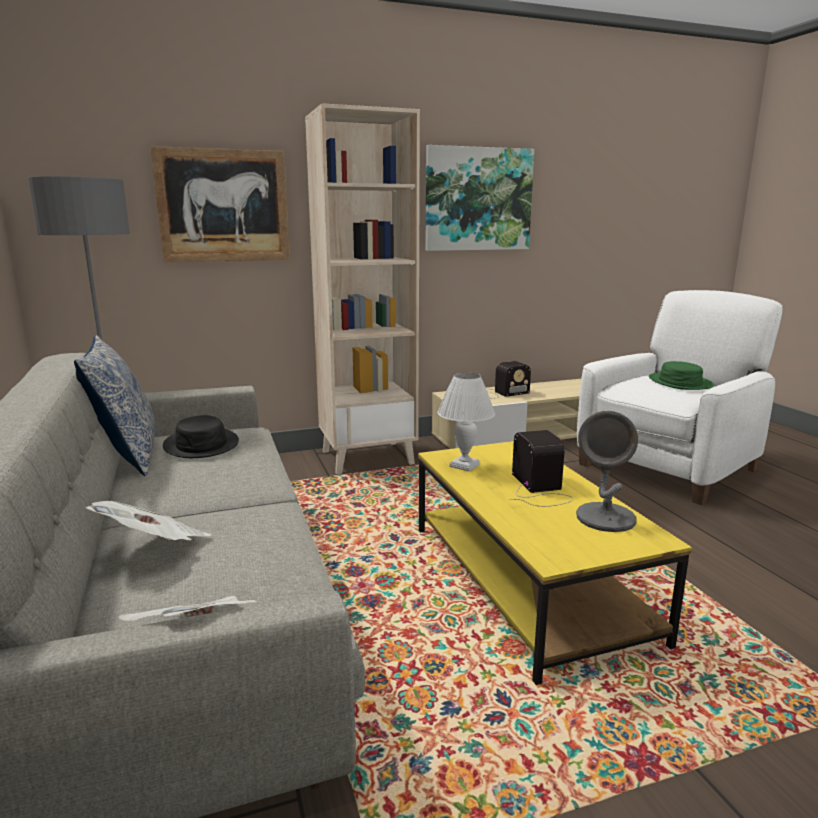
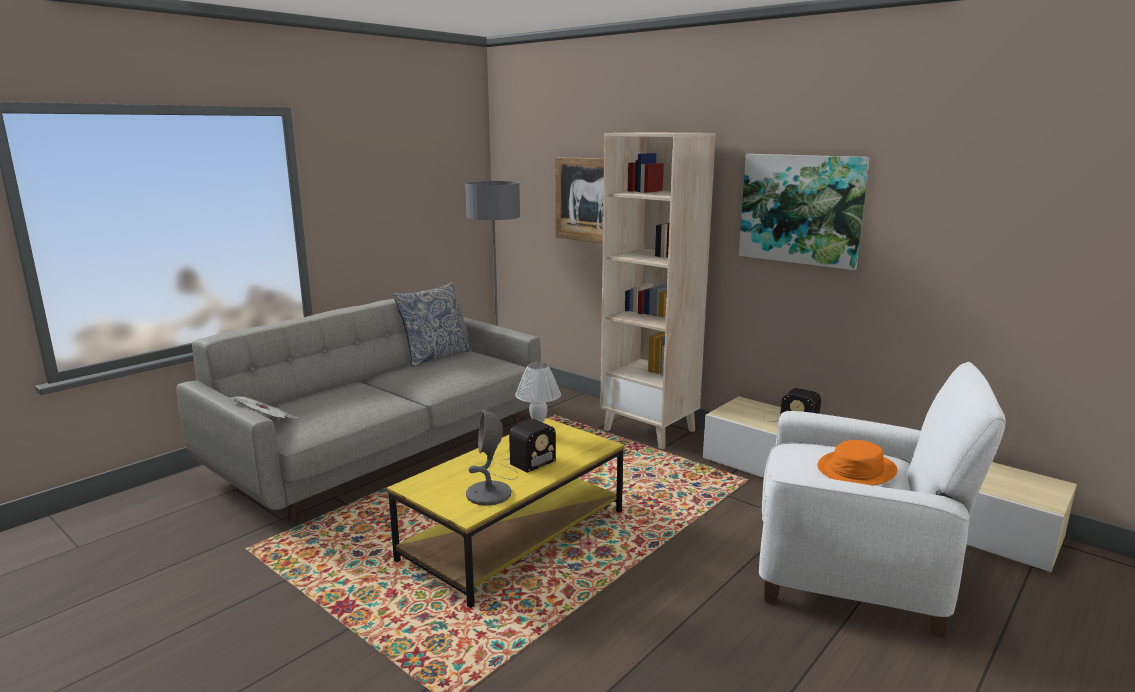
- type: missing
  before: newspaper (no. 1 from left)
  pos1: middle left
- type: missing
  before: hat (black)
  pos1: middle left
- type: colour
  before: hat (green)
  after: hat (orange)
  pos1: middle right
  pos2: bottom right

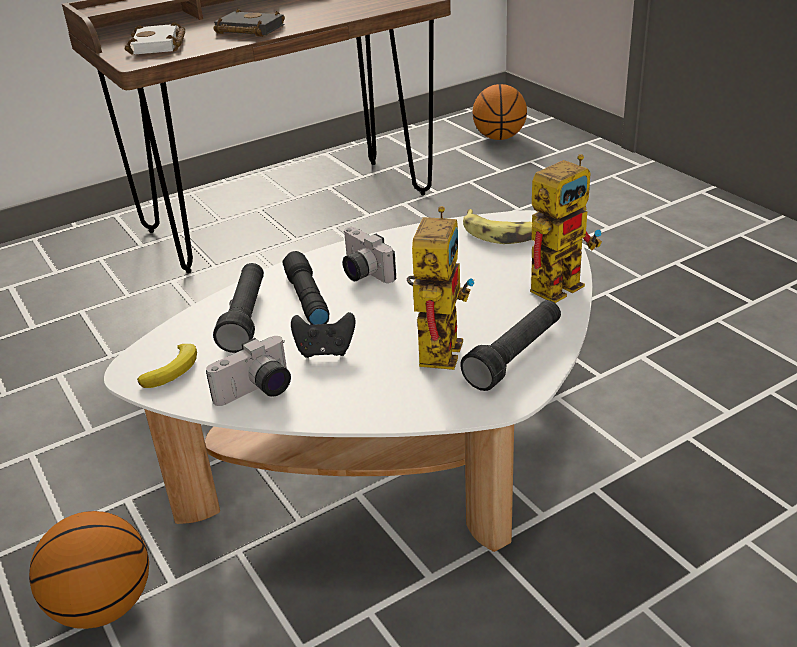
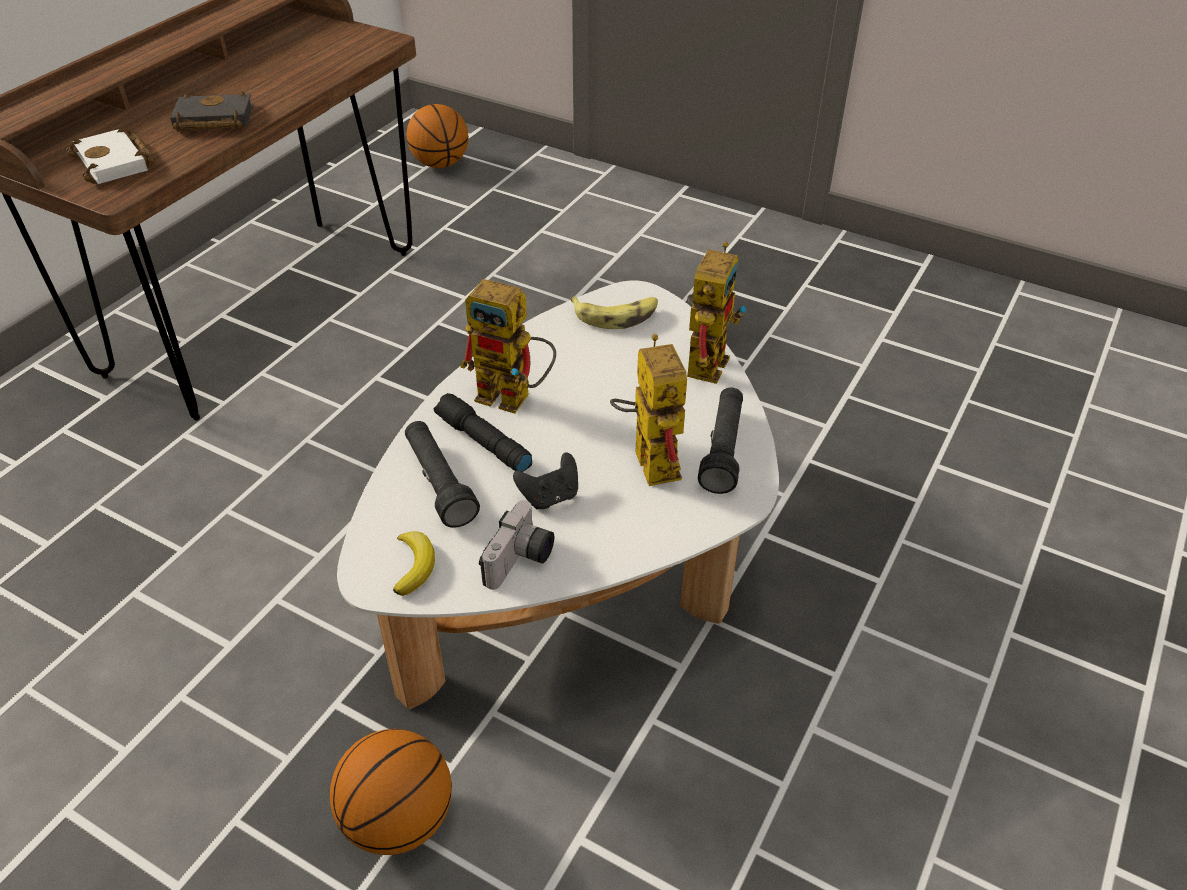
- type: exchanged
  before: photo camera (no. 2 from left)
  after: toy robot (no. 1 from left)
  pos1: centre
  pos2: centre

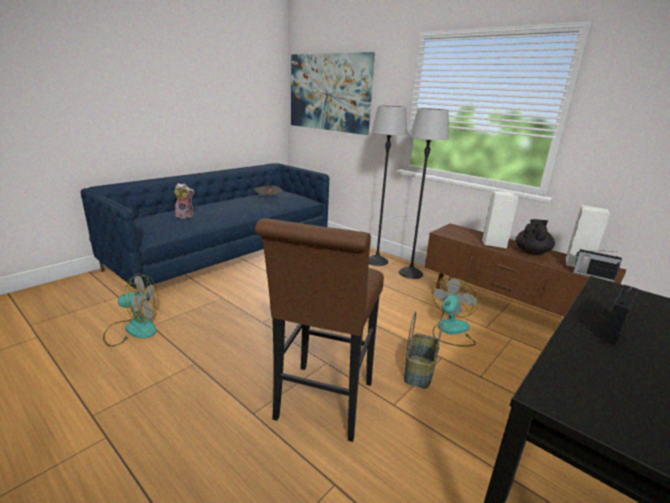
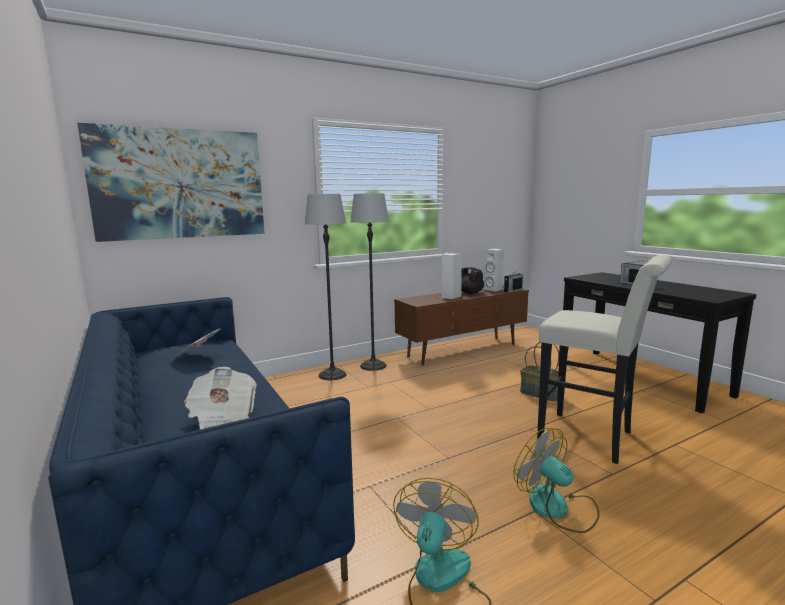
- type: relocated
  before: fan (no. 2 from left)
  pos1: middle right
  pos2: bottom right
- type: exchanged
  before: plush toy
  after: newspaper (no. 2 from left)
  pos1: middle left
  pos2: middle left
- type: colour
  before: stool (brown)
  after: stool (white)
  pos1: centre
  pos2: middle right

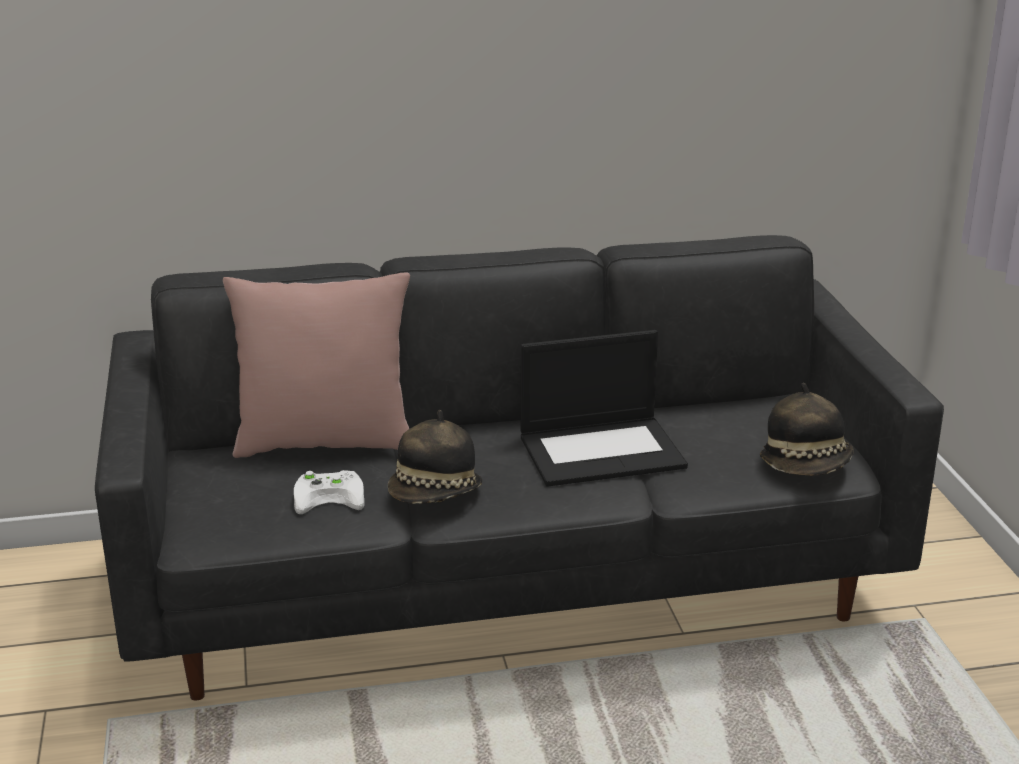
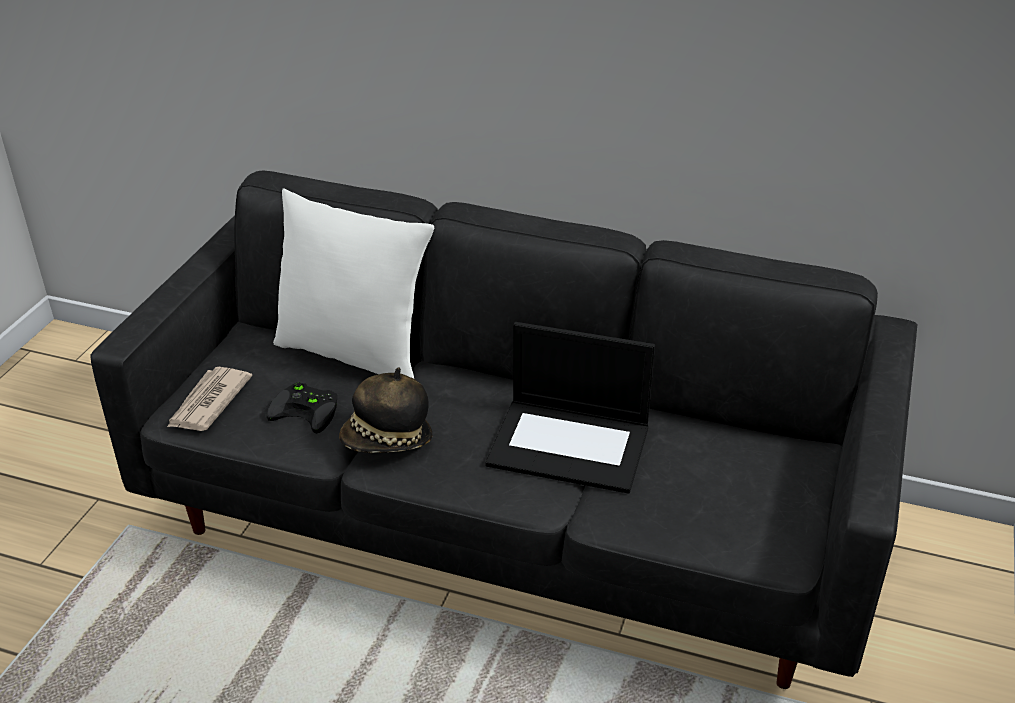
- type: missing
  before: hat (no. 2 from left)
  pos1: middle right
- type: appeared
  after: newspaper
  pos2: middle left
- type: colour
  before: pillow (pink)
  after: pillow (white)
  pos1: middle left
  pos2: centre
- type: colour
  before: game controller (white)
  after: game controller (black)
  pos1: middle left
  pos2: middle left

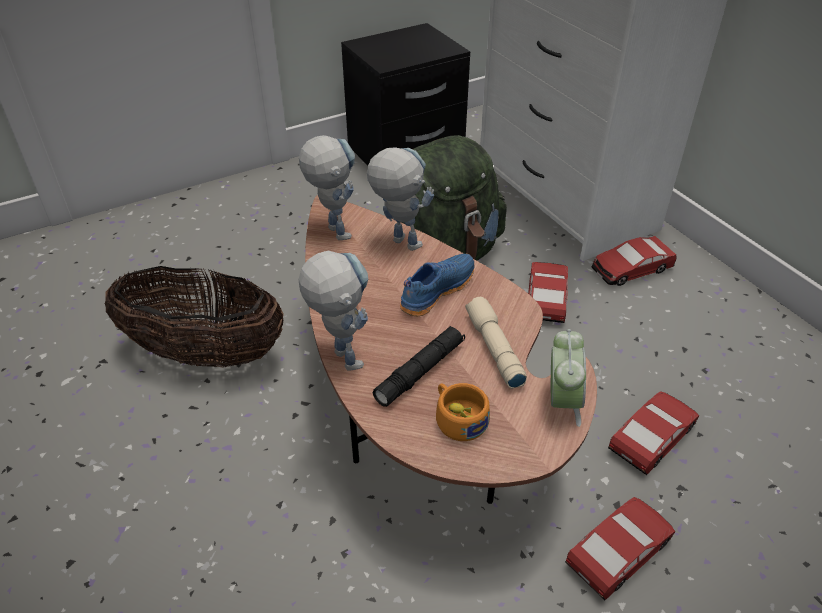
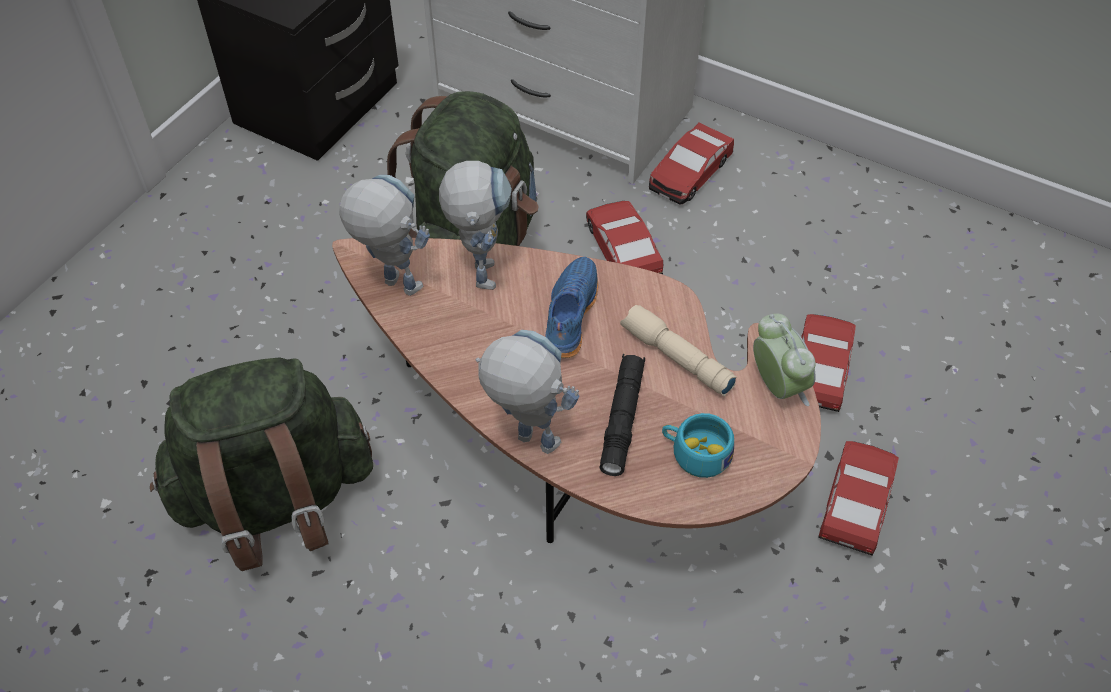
- type: exchanged
  before: basket
  after: backpack (green) (no. 1 from left)
  pos1: middle left
  pos2: bottom left
- type: colour
  before: cup (orange)
  after: cup (turquoise)
  pos1: bottom centre
  pos2: centre
- type: spun
  before: toy robot (no. 3 from left in the first image)
  pos1: top centre
  pos2: top centre
  turn: 75

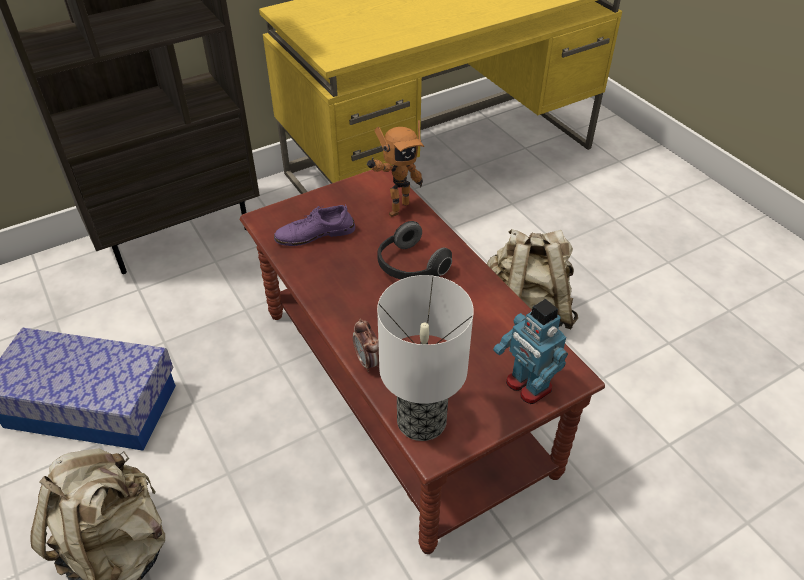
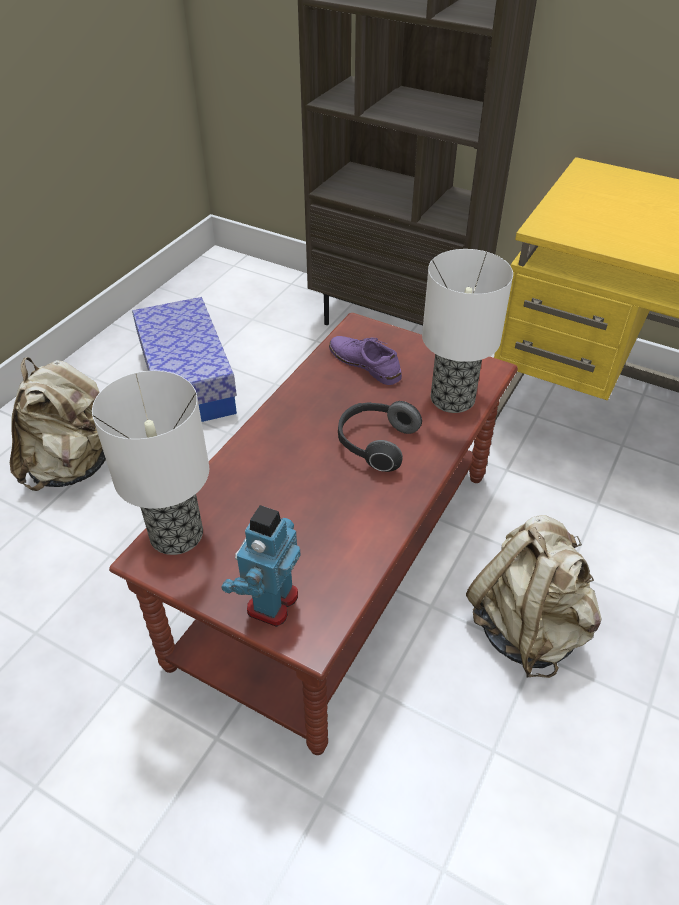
- type: missing
  before: alarm clock
  pos1: centre
- type: exchanged
  before: toy robot (no. 1 from left)
  after: table lamp (no. 2 from left)
  pos1: top centre
  pos2: middle right

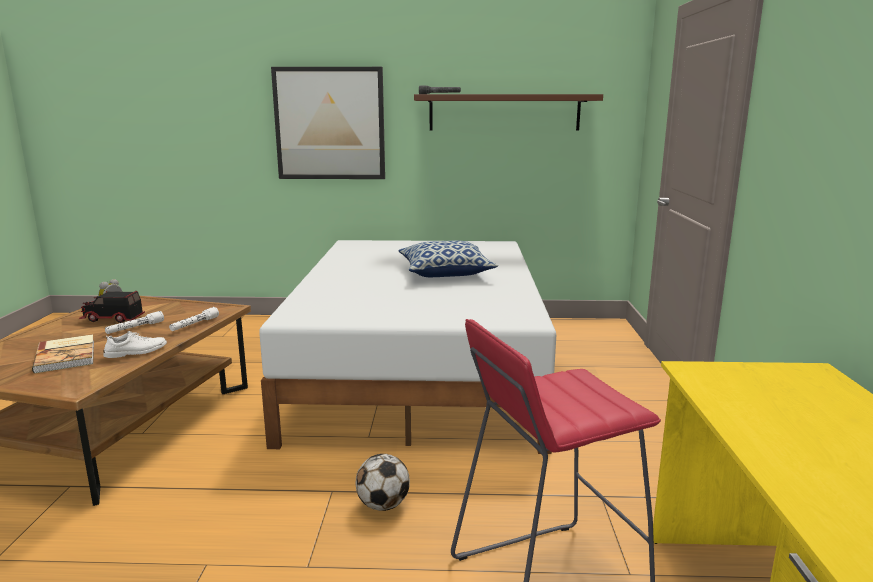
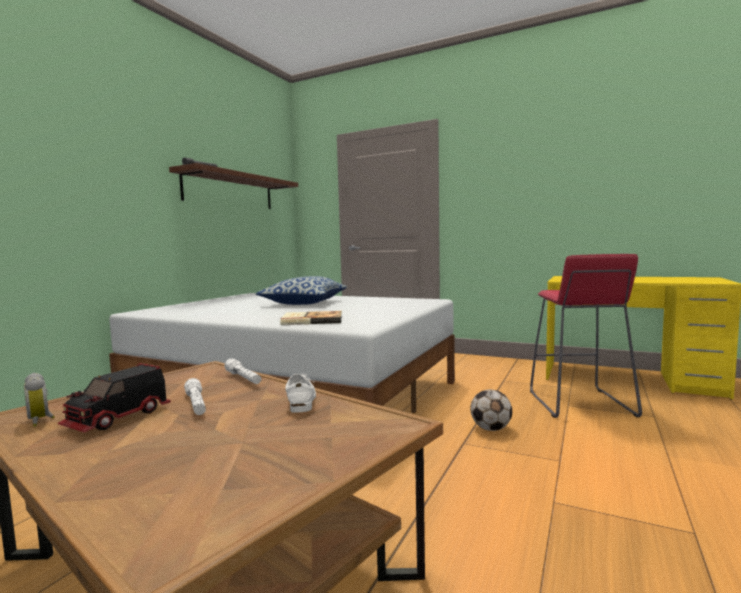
- type: missing
  before: picture
  pos1: top centre
- type: relocated
  before: book
  pos1: middle left
  pos2: centre

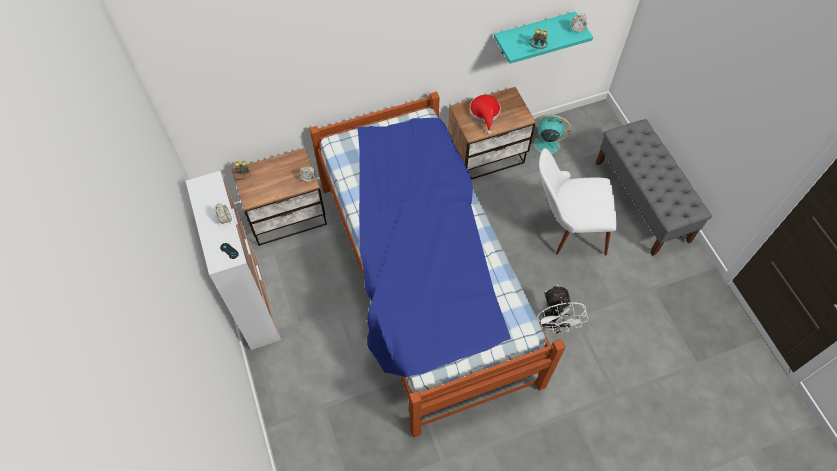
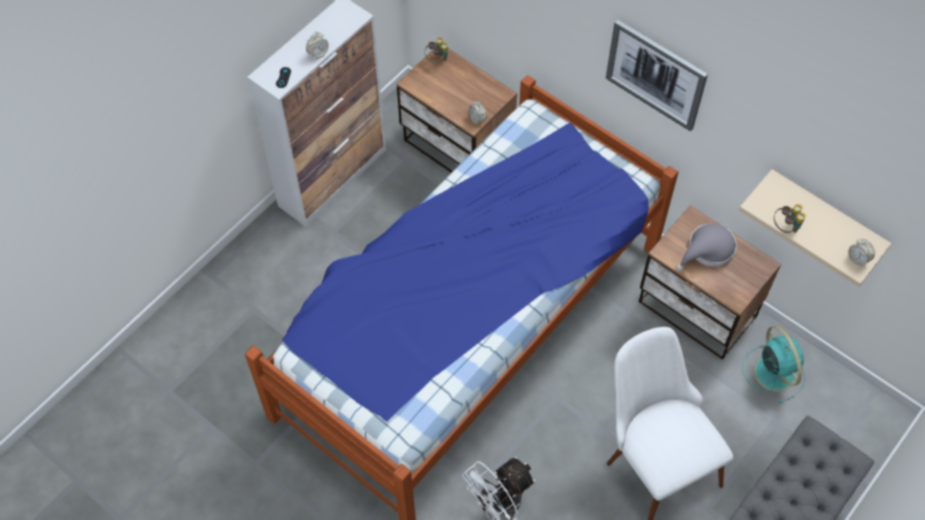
- type: appeared
  after: picture
  pos2: top right
- type: colour
  before: hat (red)
  after: hat (grey)
  pos1: top centre
  pos2: middle right
- type: colour
  before: shelf (turquoise)
  after: shelf (beige)
  pos1: top centre
  pos2: middle right

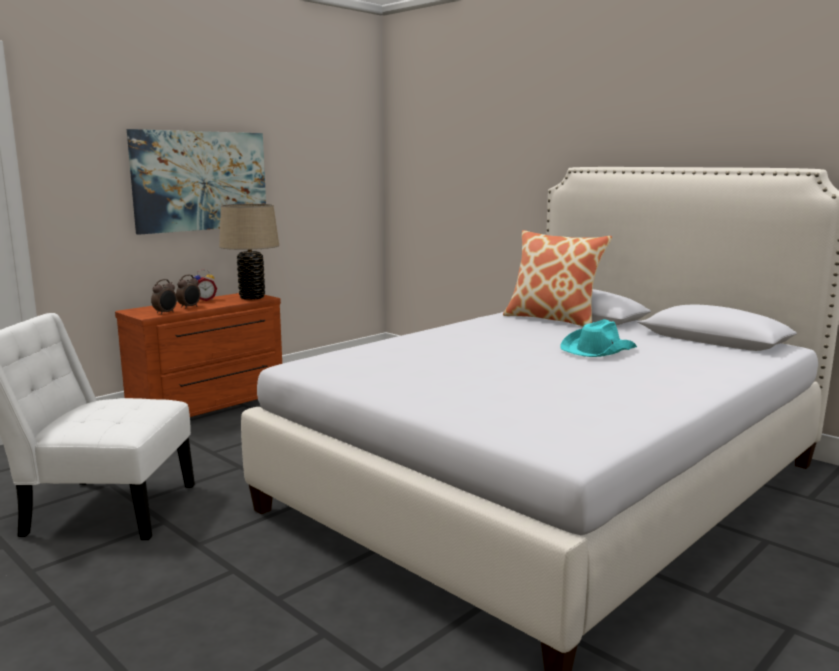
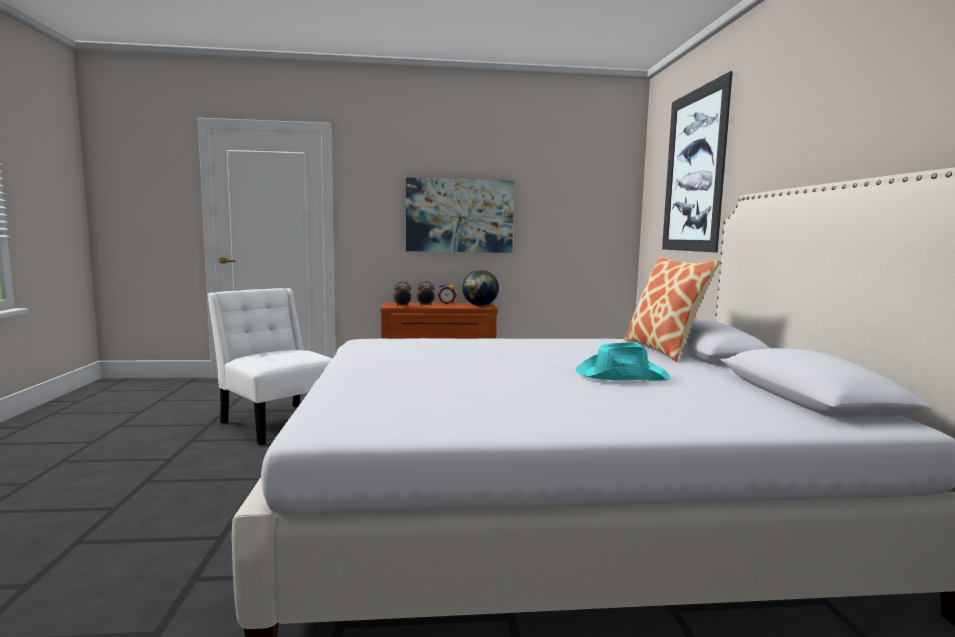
- type: appeared
  after: picture (no. 2 from left)
  pos2: top right
- type: exchanged
  before: table lamp (beige)
  after: globe
  pos1: middle left
  pos2: centre

